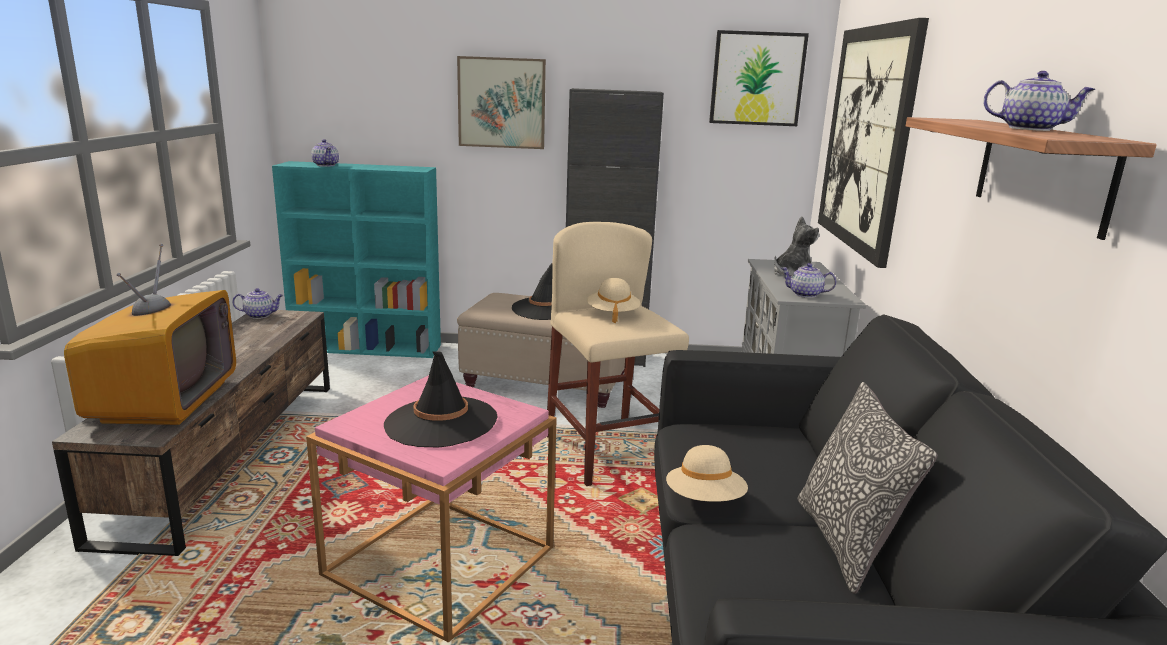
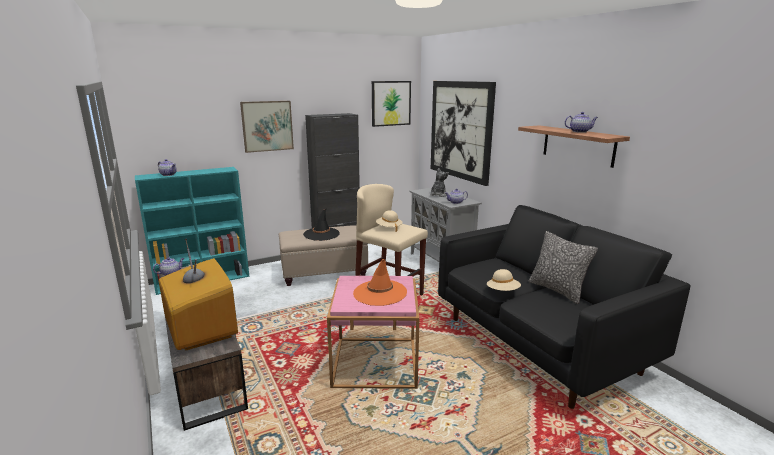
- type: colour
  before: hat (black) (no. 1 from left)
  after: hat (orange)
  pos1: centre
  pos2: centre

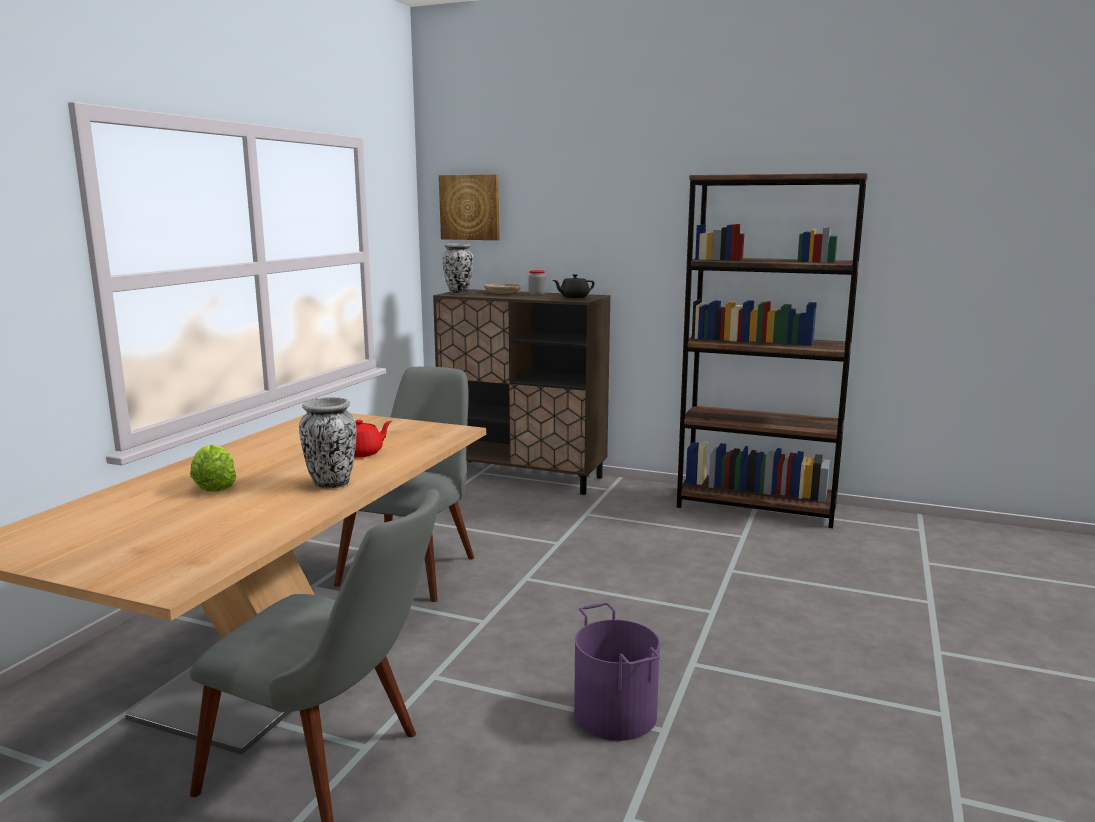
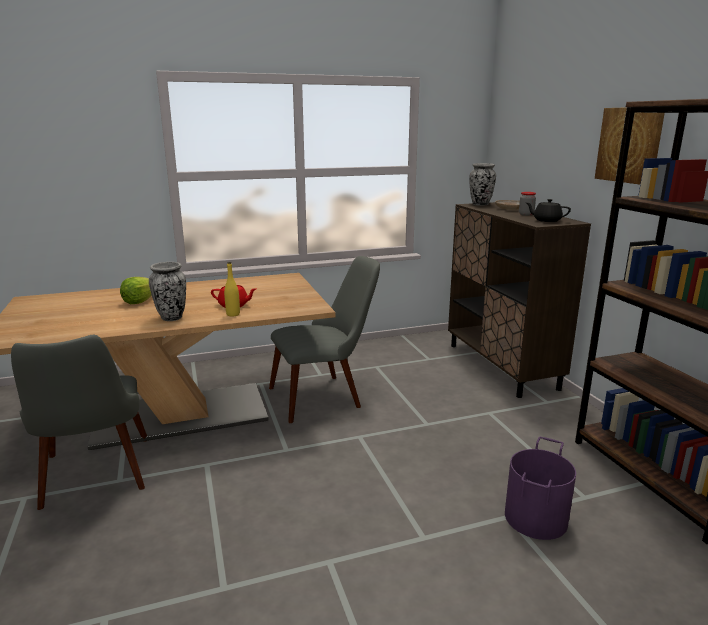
- type: appeared
  after: bottle (yellow)
  pos2: middle left
- type: relocated
  before: picture
  pos1: top centre
  pos2: top right
- type: relocated
  before: bucket (purple)
  pos1: bottom centre
  pos2: bottom right

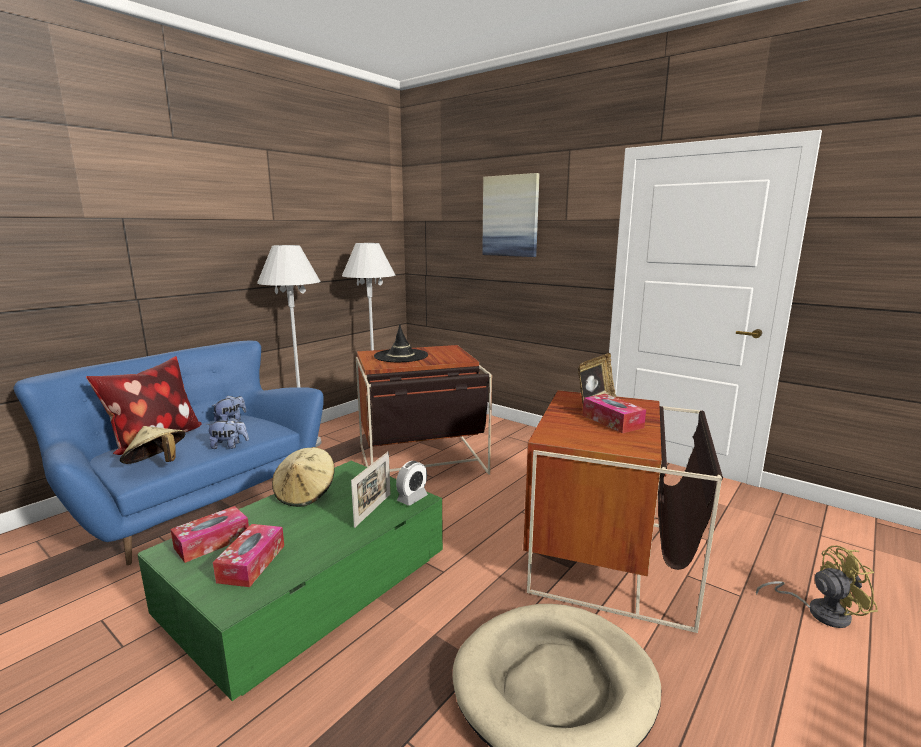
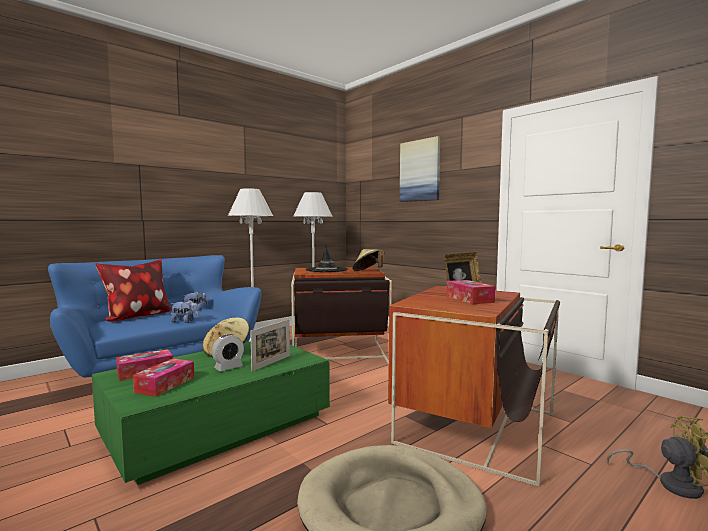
- type: relocated
  before: hat (beige) (no. 1 from left in the first image)
  after: hat (beige) (no. 2 from left)
  pos1: middle left
  pos2: centre
- type: relocated
  before: alarm clock
  pos1: centre
  pos2: middle left

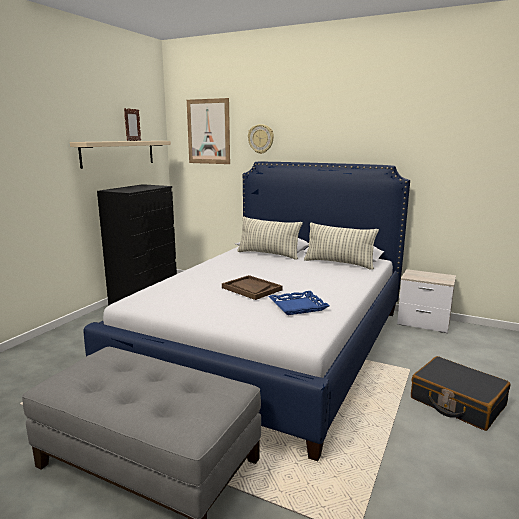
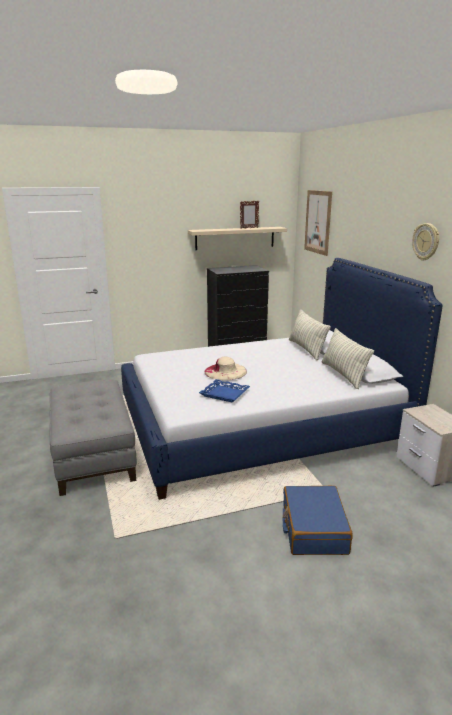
- type: relocated
  before: wall clock
  pos1: top centre
  pos2: middle right
- type: exchanged
  before: tray (brown)
  after: hat (beige)
  pos1: centre
  pos2: centre
- type: colour
  before: suitcase (black)
  after: suitcase (blue)
  pos1: bottom right
  pos2: bottom right

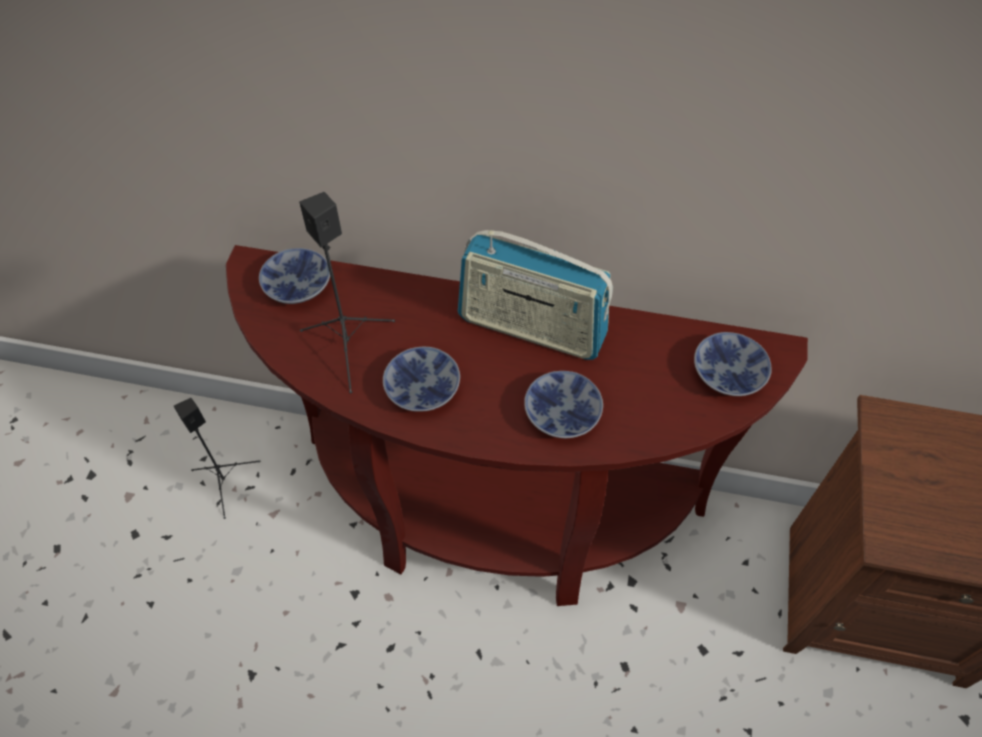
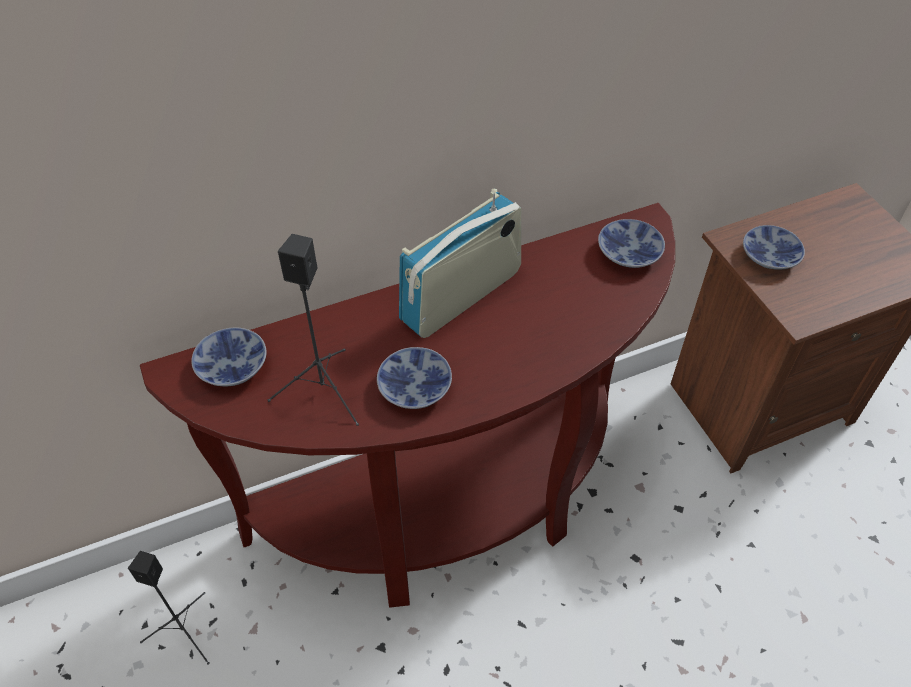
- type: relocated
  before: bowl (no. 3 from left in the first image)
  after: bowl (no. 4 from left)
  pos1: centre
  pos2: middle right
- type: spun
  before: radio
  pos1: centre
  pos2: centre
  turn: 150

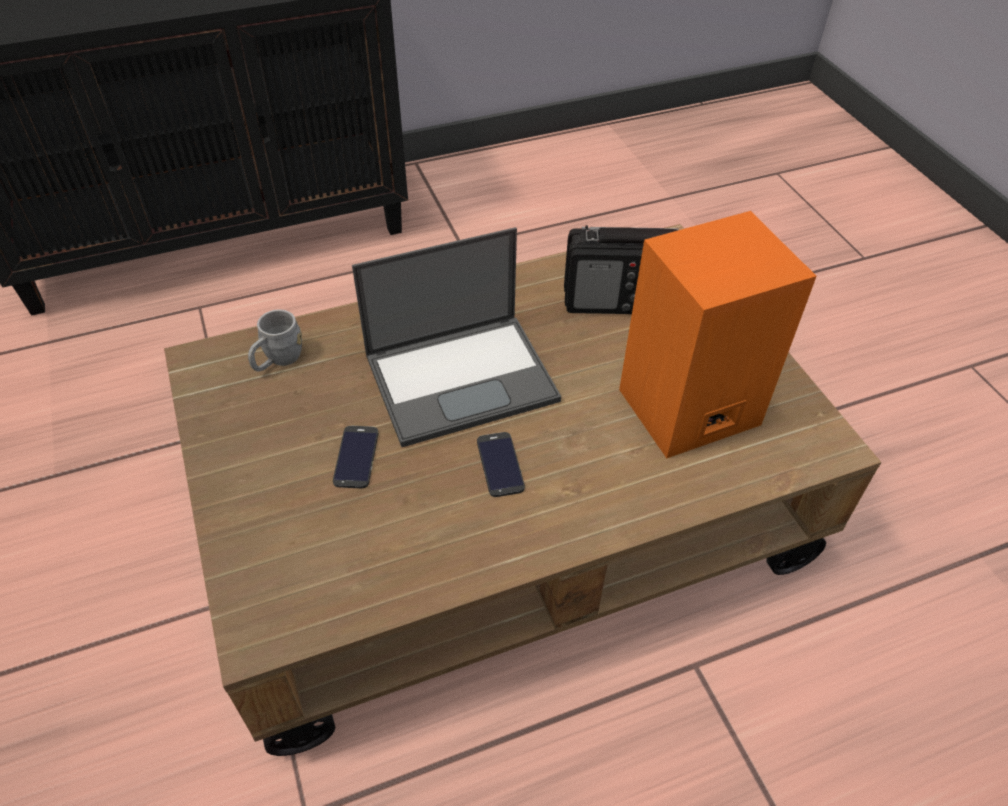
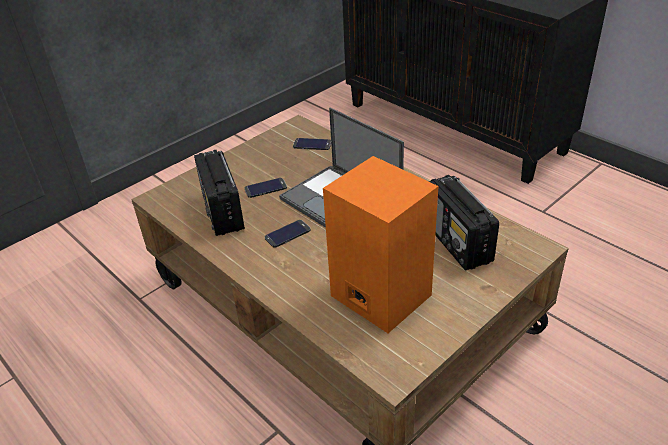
- type: appeared
  after: radio (no. 1 from left)
  pos2: middle left
- type: exchanged
  before: mug (grey)
  after: phone (no. 3 from left)
  pos1: middle left
  pos2: top centre

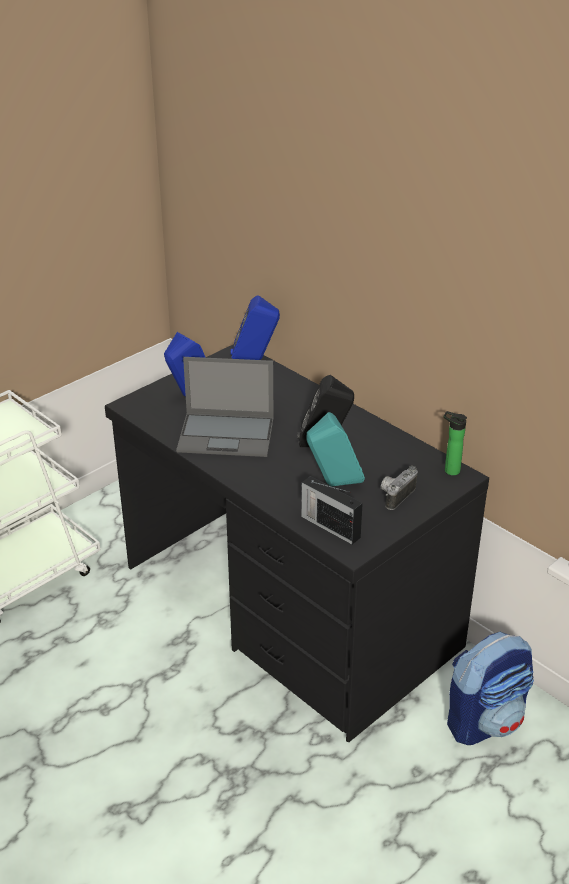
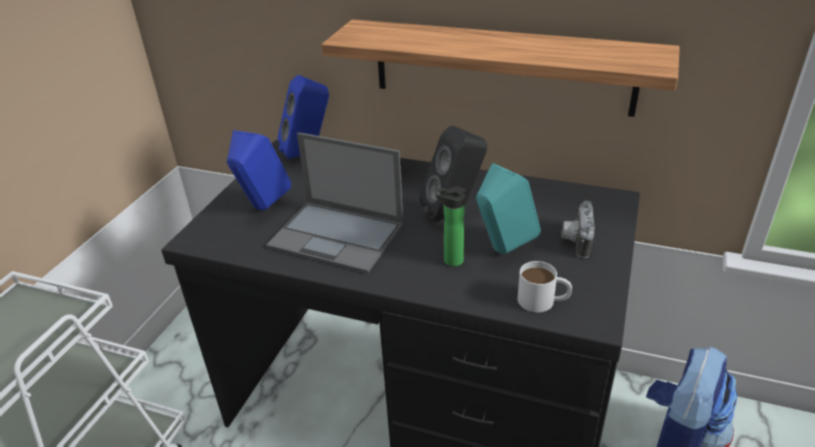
- type: appeared
  after: shelf
  pos2: top centre
- type: relocated
  before: bottle
  pos1: middle right
  pos2: centre
- type: exchanged
  before: radio
  after: mug (white)
  pos1: centre
  pos2: middle right
- type: spun
  before: laptop
  pos1: centre
  pos2: centre
  turn: 45

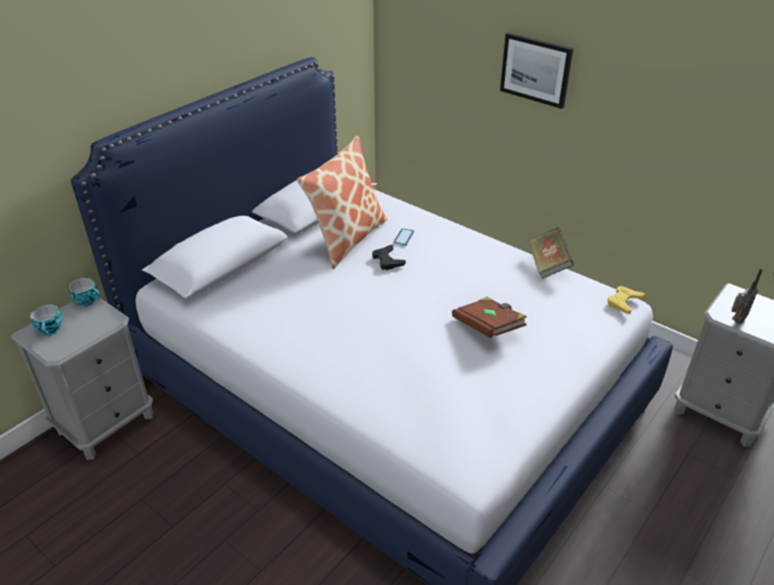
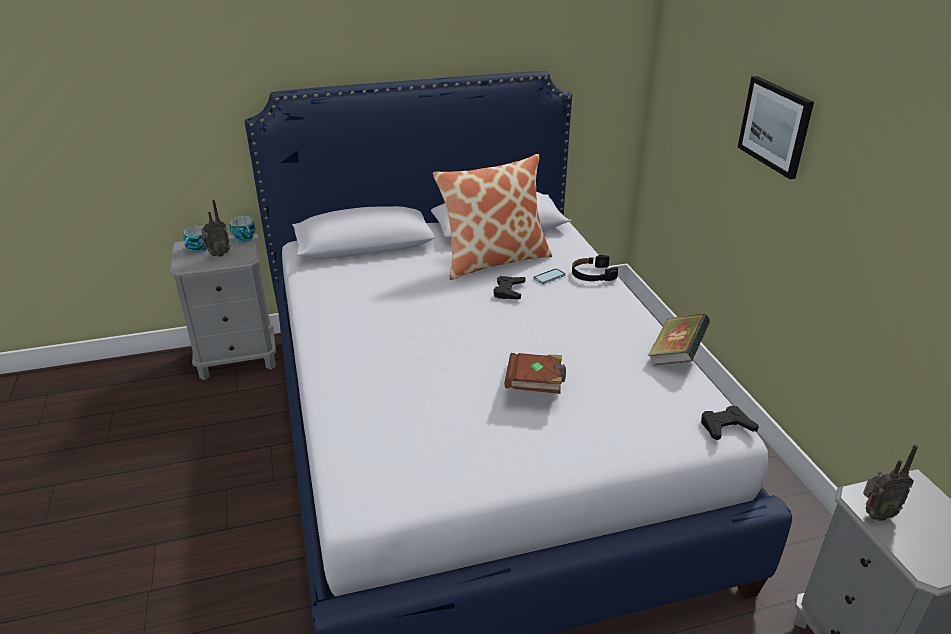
- type: appeared
  after: radio (no. 1 from left)
  pos2: middle left
- type: appeared
  after: headphones (black)
  pos2: centre
- type: colour
  before: game controller (yellow)
  after: game controller (black) (no. 2 from left)
  pos1: middle right
  pos2: bottom right

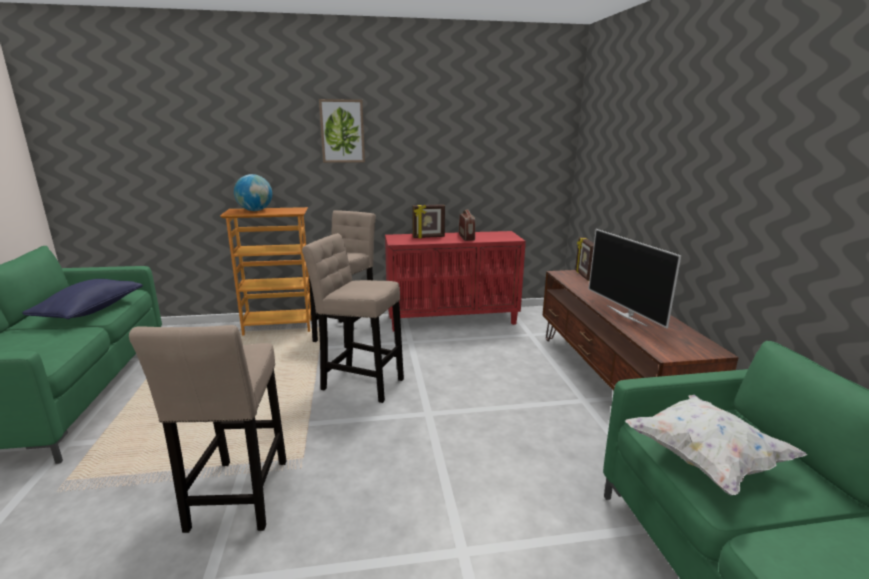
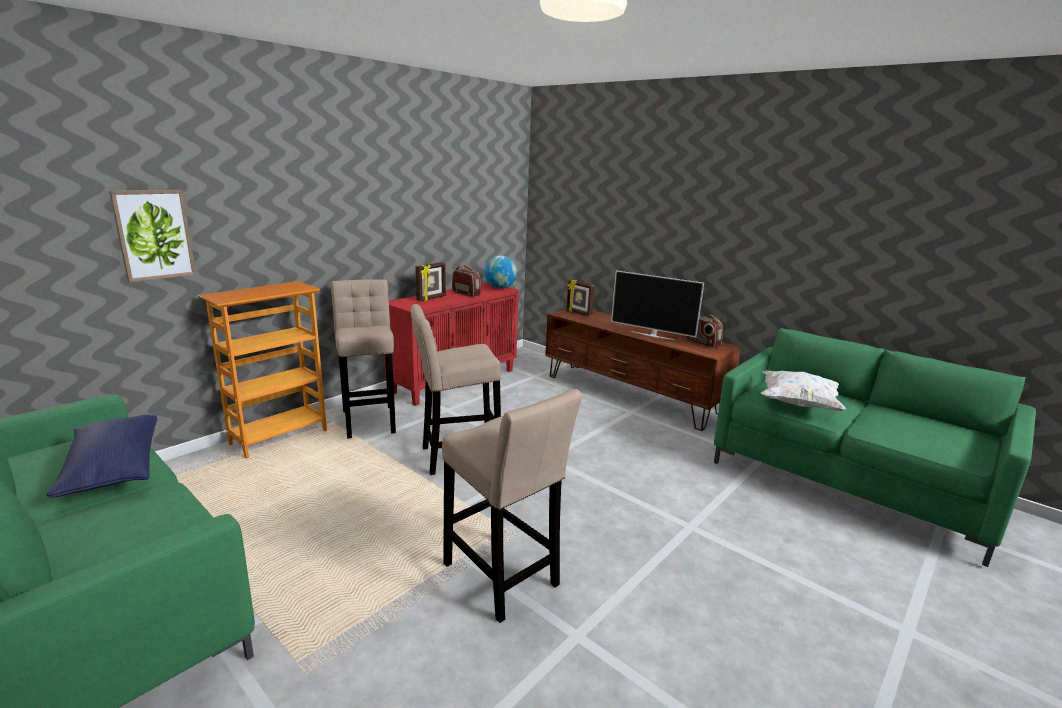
- type: appeared
  after: radio (no. 2 from left)
  pos2: centre
- type: relocated
  before: globe
  pos1: top left
  pos2: centre
- type: relocated
  before: picture
  pos1: top centre
  pos2: middle left

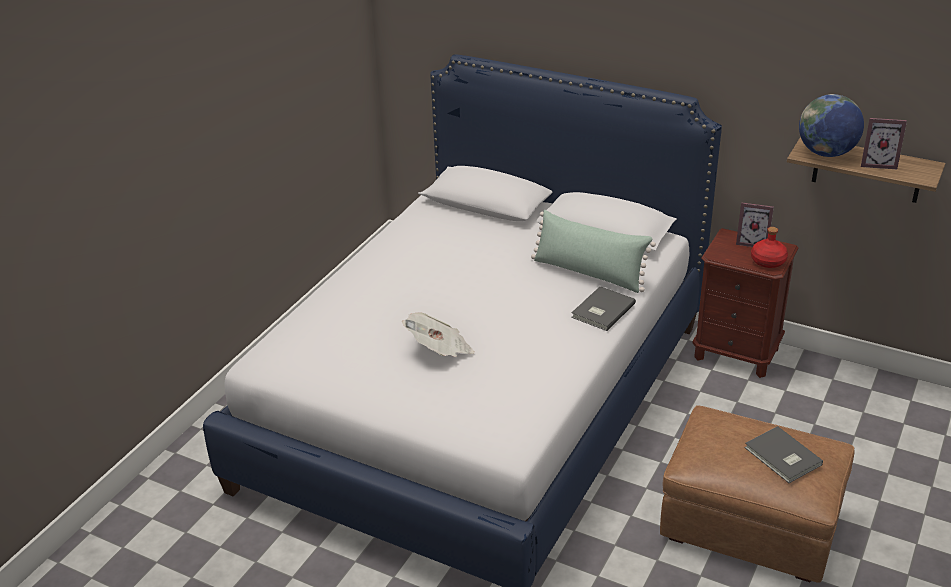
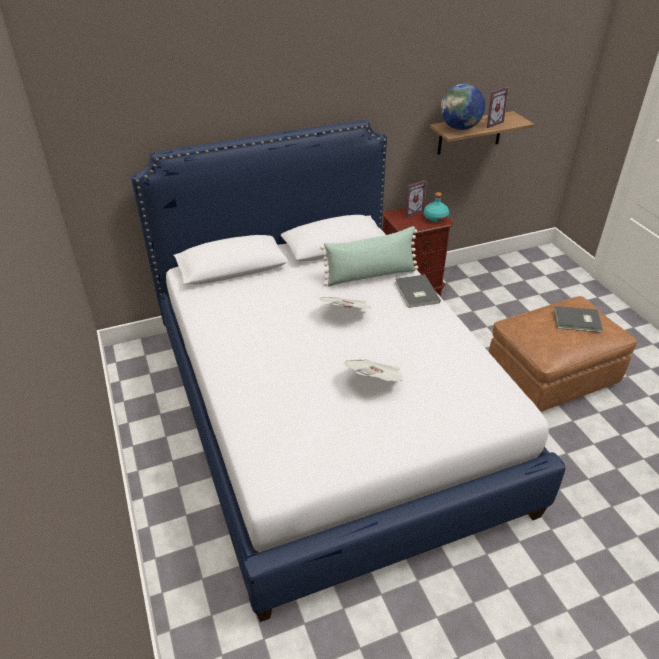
- type: appeared
  after: newspaper (no. 1 from left)
  pos2: centre
- type: colour
  before: bottle (red)
  after: bottle (turquoise)
  pos1: middle right
  pos2: top centre

